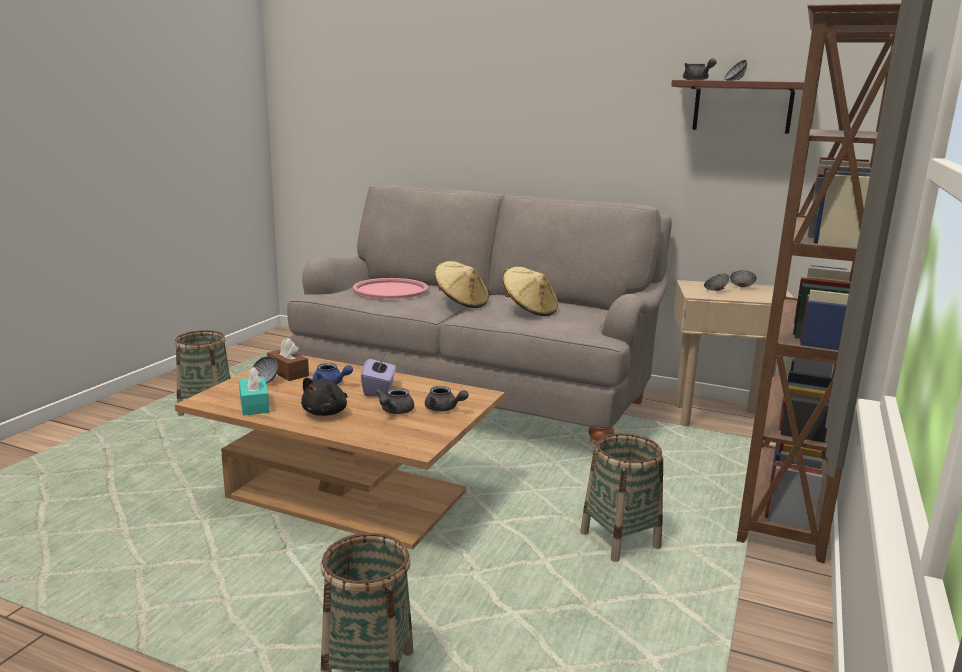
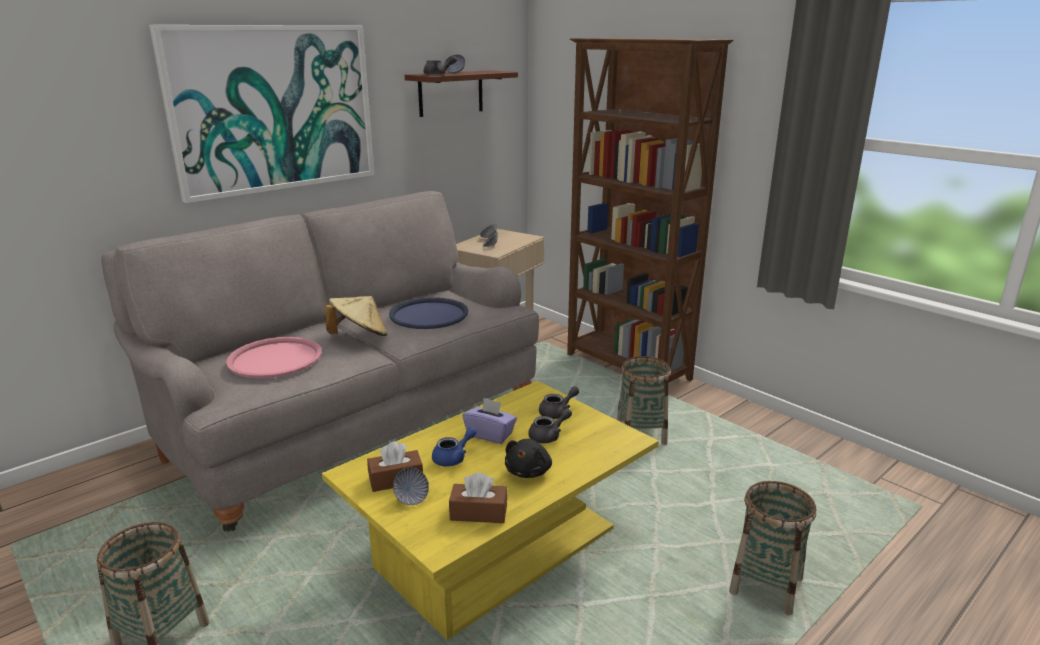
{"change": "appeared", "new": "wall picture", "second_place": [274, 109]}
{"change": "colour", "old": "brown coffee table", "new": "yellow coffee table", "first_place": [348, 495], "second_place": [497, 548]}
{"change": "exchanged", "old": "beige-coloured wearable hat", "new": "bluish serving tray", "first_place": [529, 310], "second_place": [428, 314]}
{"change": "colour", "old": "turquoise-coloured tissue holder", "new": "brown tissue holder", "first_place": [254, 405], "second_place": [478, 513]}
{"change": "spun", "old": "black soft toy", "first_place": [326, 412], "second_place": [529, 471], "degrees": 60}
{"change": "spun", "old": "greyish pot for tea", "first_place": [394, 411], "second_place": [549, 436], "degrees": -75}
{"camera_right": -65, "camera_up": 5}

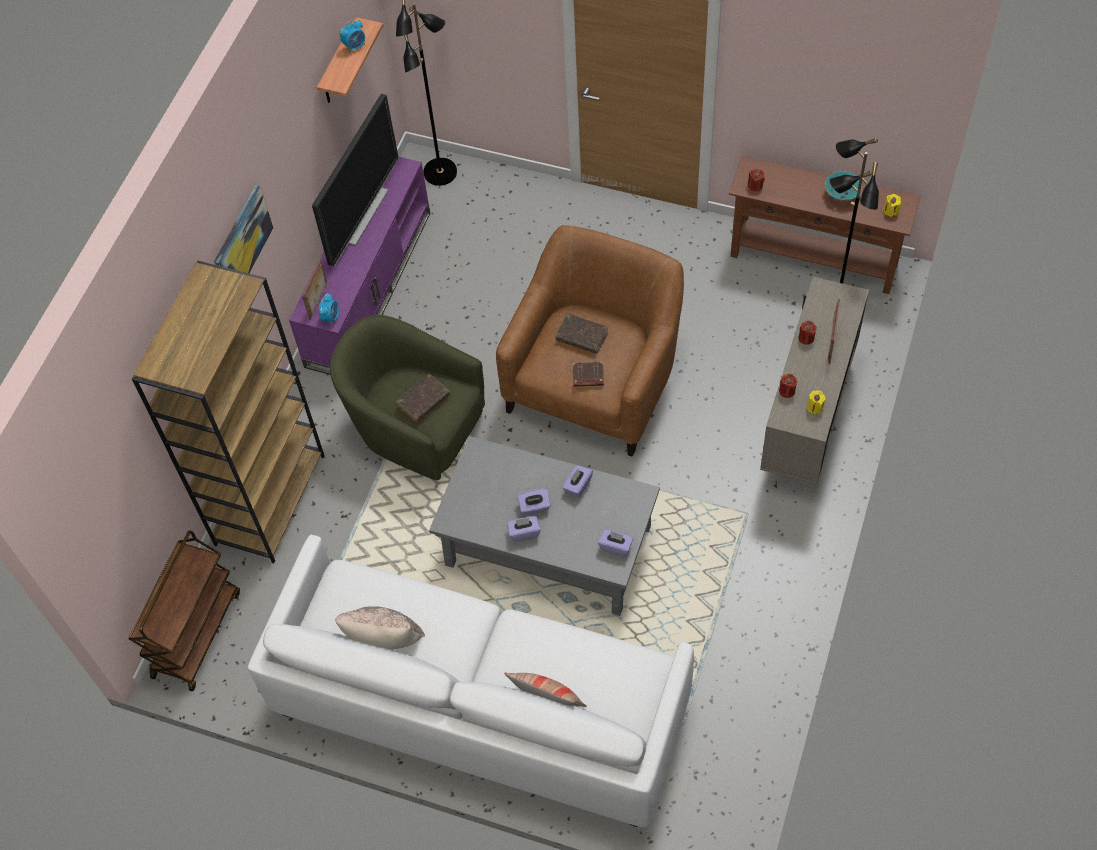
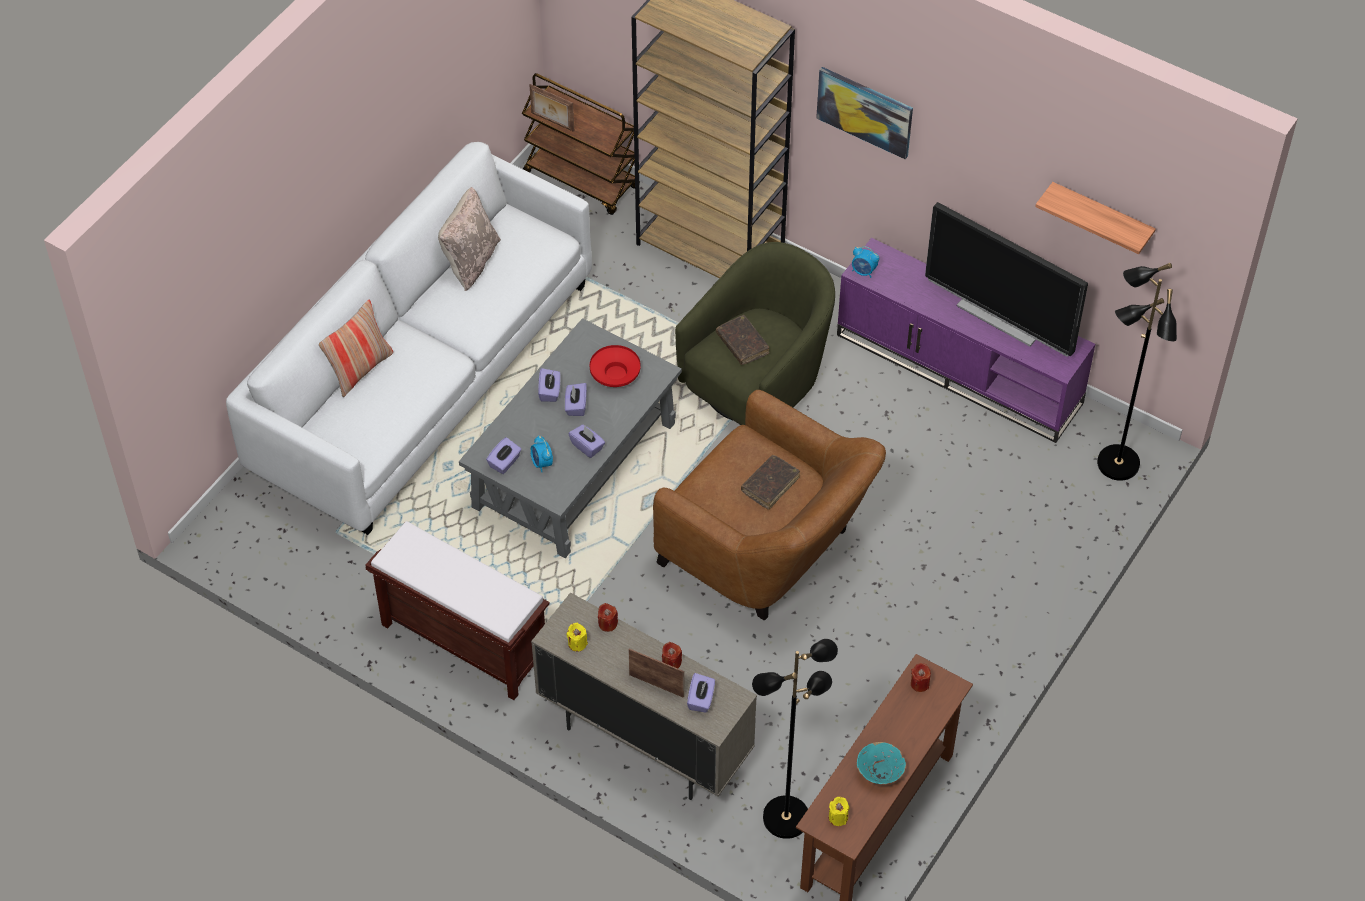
{"change": "appeared", "new": "brown indoor bench", "second_place": [462, 641]}
{"change": "relocated", "old": "standing frame", "first_place": [319, 301], "second_place": [552, 122]}
{"change": "relocated", "old": "table clock", "first_place": [355, 46], "second_place": [542, 463]}
{"change": "appeared", "new": "reddish serving bowl", "second_place": [615, 374]}
{"change": "appeared", "new": "purple-coloured tissue holder", "second_place": [701, 699]}
{"change": "missing", "old": "brown book", "first_place": [587, 376]}
{"camera_right": 100, "camera_up": -5}

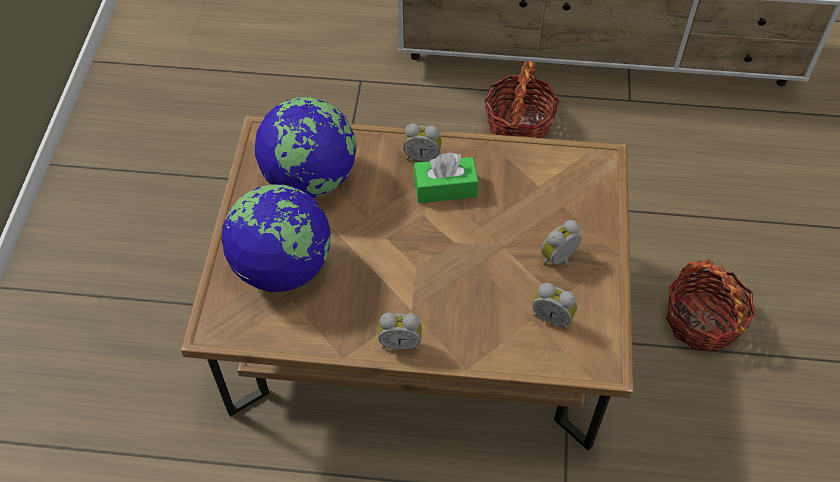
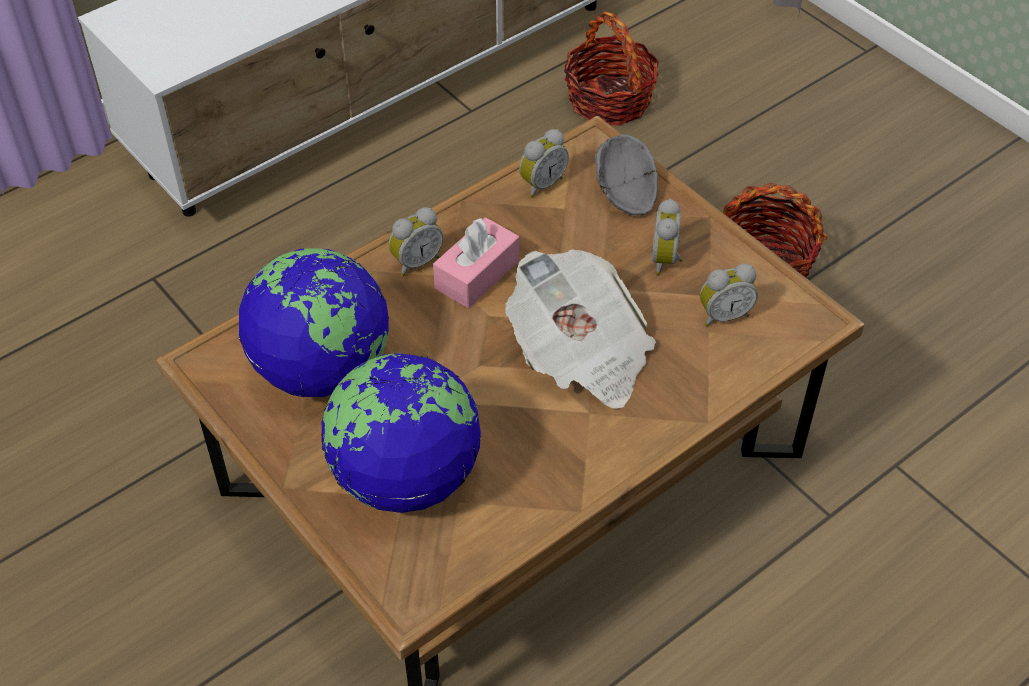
{"change": "colour", "old": "green-coloured tissue holder", "new": "pink tissue holder", "first_place": [445, 188], "second_place": [477, 274]}
{"change": "appeared", "new": "daily paper", "second_place": [581, 354]}
{"change": "relocated", "old": "table clock", "first_place": [400, 342], "second_place": [541, 184]}
{"change": "relocated", "old": "basket", "first_place": [519, 124], "second_place": [609, 100]}
{"change": "appeared", "new": "greyish serving bowl", "second_place": [625, 193]}
{"camera_right": -45, "camera_up": -5}

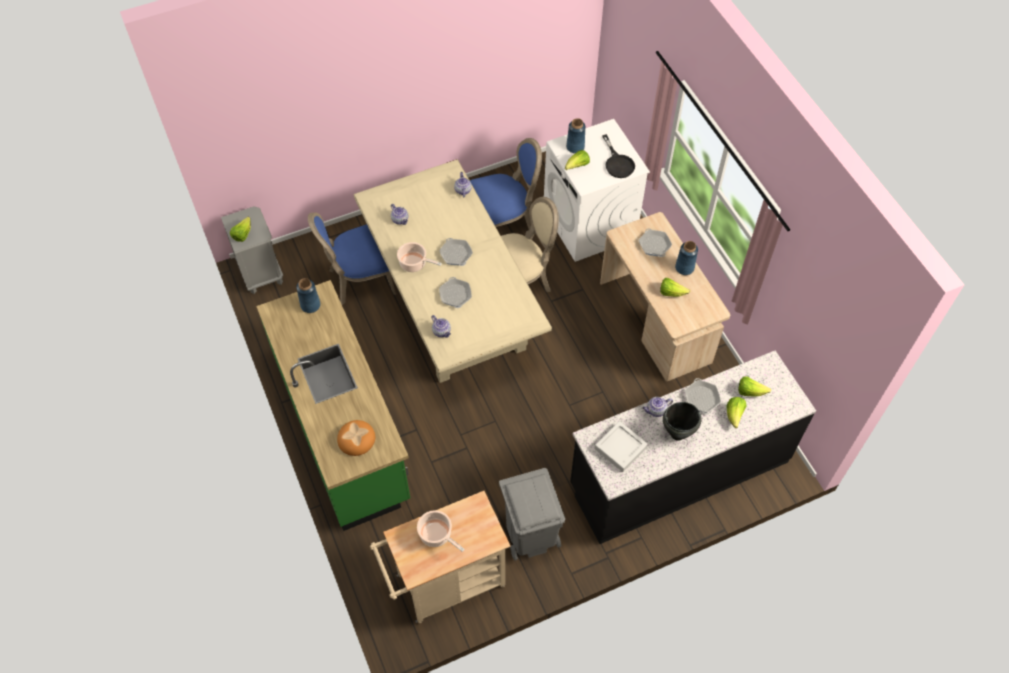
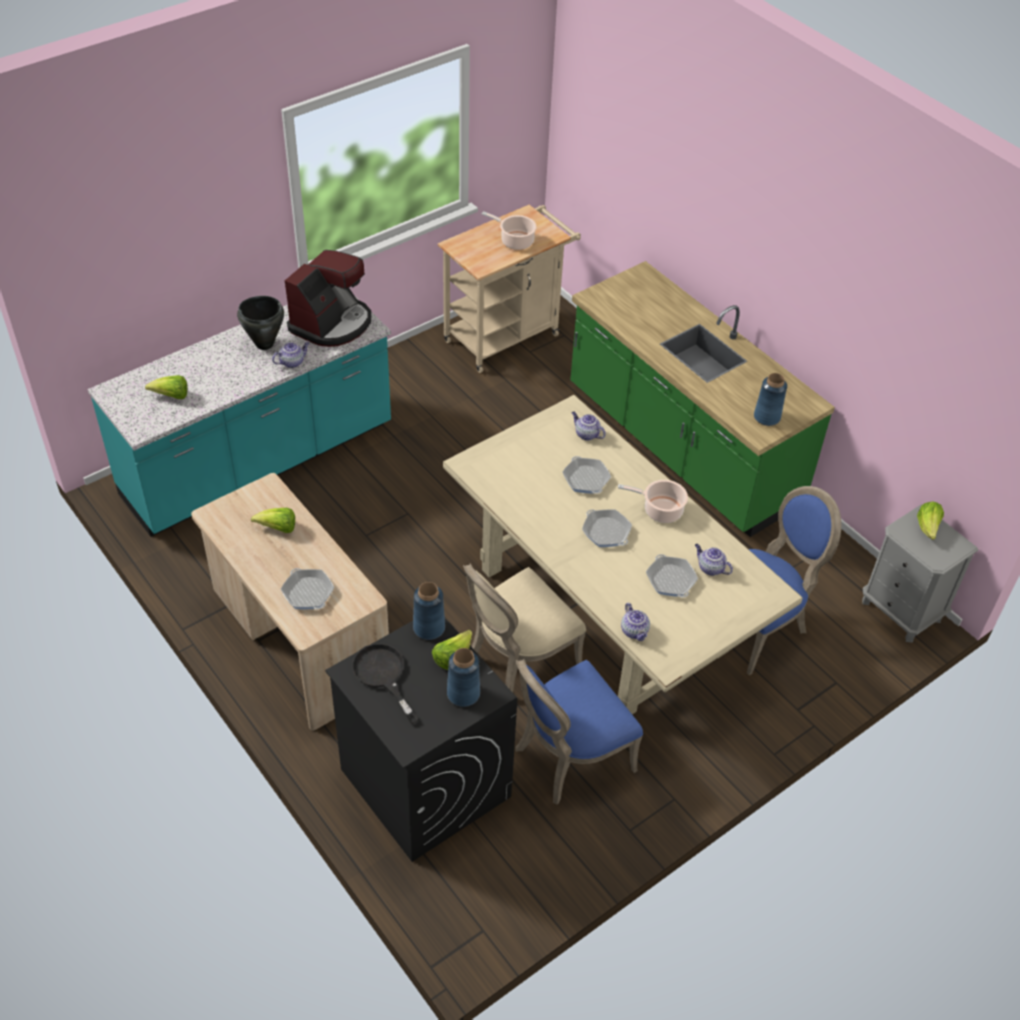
{"change": "colour", "old": "black kitchen counter", "new": "turquoise-coloured kitchen counter", "first_place": [678, 473], "second_place": [259, 463]}
{"change": "exchanged", "old": "greyish serving tray", "new": "coffee machine", "first_place": [620, 448], "second_place": [332, 323]}
{"change": "colour", "old": "whitish laundry machine", "new": "black laundry machine", "first_place": [589, 224], "second_place": [424, 782]}
{"change": "relocated", "old": "bluish flower vase", "first_place": [684, 268], "second_place": [429, 627]}
{"change": "relocated", "old": "frying pan", "first_place": [701, 398], "second_place": [671, 580]}
{"change": "missing", "old": "bakery bread", "first_place": [356, 438]}
{"change": "missing", "old": "greyish trash can", "first_place": [530, 535]}
{"change": "missing", "old": "lettuce head", "first_place": [734, 415]}
{"camera_right": 165, "camera_up": -10}

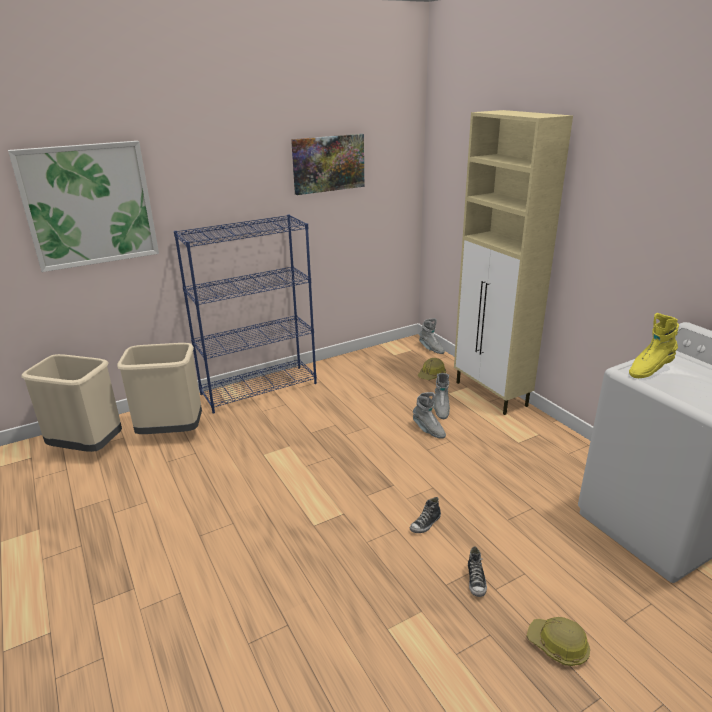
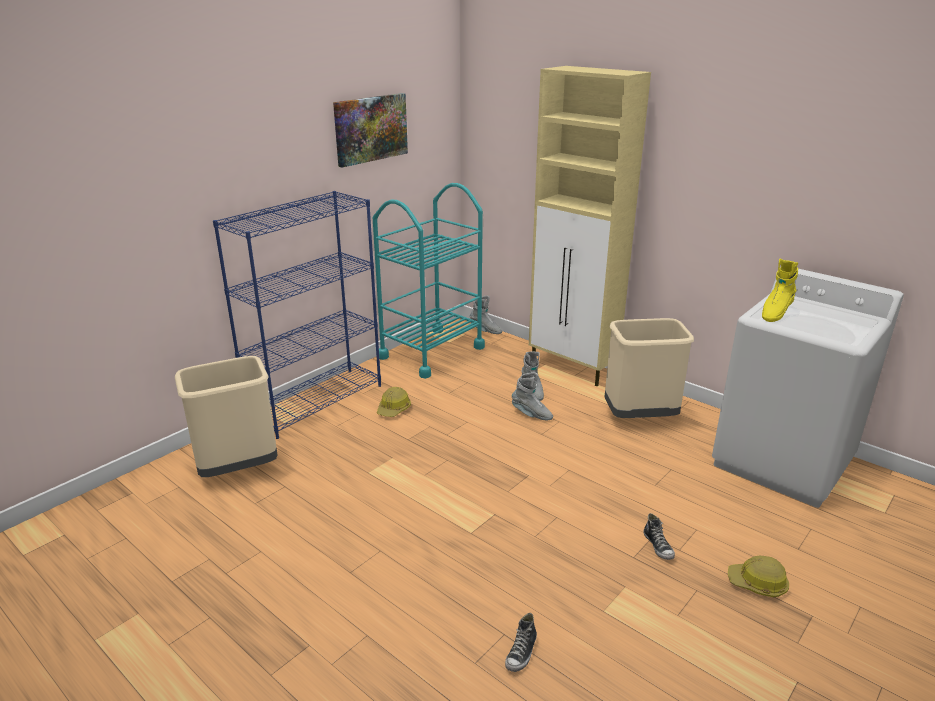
{"change": "appeared", "new": "turquoise-coloured trolley", "second_place": [431, 352]}
{"change": "relocated", "old": "hard hat", "first_place": [432, 375], "second_place": [394, 409]}
{"change": "relocated", "old": "item of footwear", "first_place": [425, 524], "second_place": [521, 653]}
{"change": "relocated", "old": "beige-coloured trash can", "first_place": [88, 447], "second_place": [640, 417]}
{"change": "missing", "old": "wall picture", "first_place": [89, 205]}
{"camera_right": -20, "camera_up": 0}

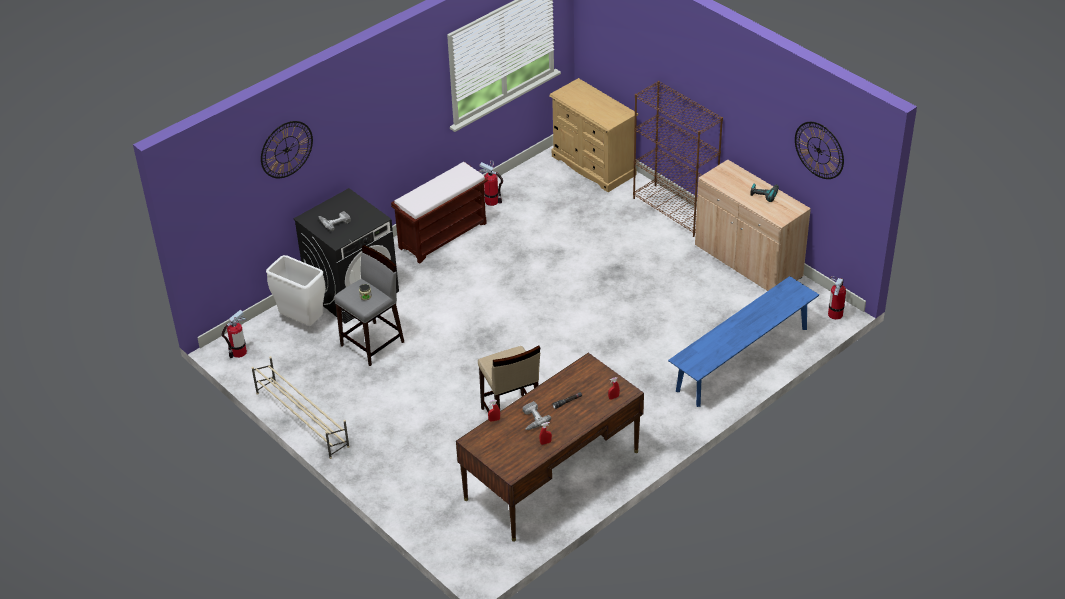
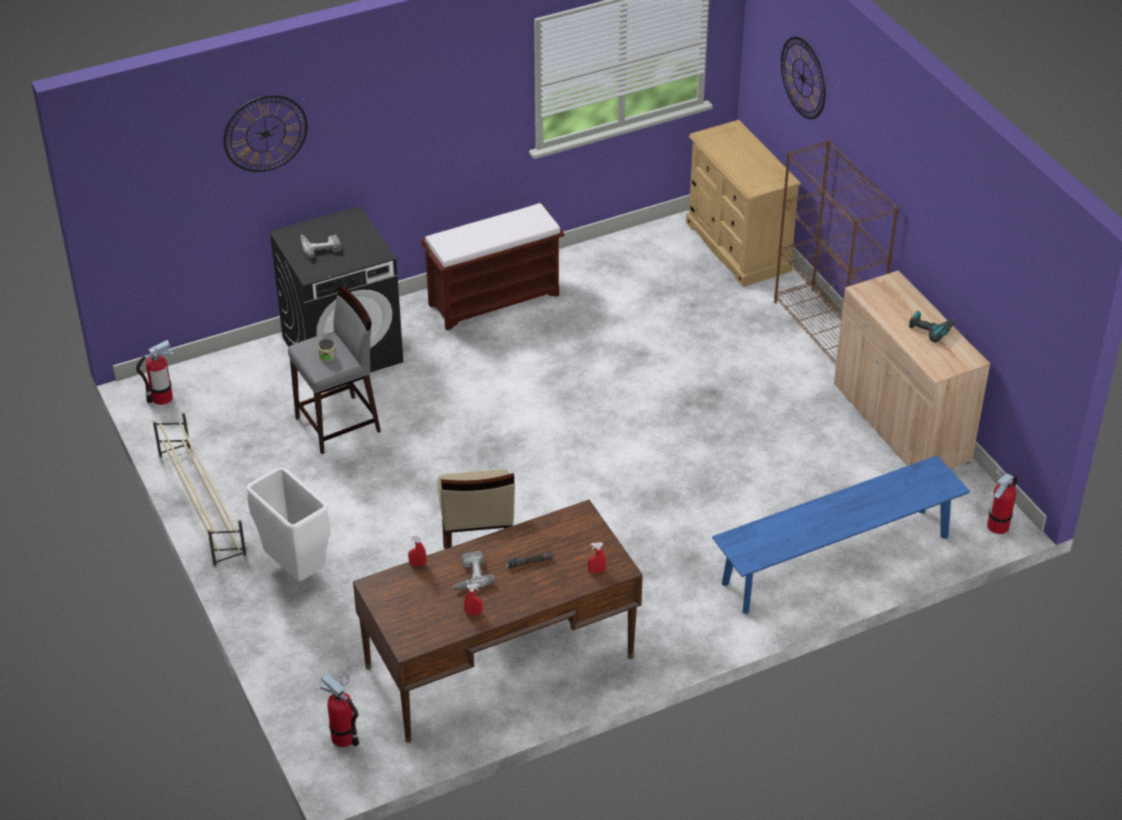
{"change": "relocated", "old": "whitish trash can", "first_place": [302, 322], "second_place": [295, 570]}
{"change": "relocated", "old": "extinguisher", "first_place": [492, 201], "second_place": [344, 737]}
{"change": "relocated", "old": "hanging clock", "first_place": [819, 150], "second_place": [803, 78]}
{"camera_right": 15, "camera_up": 0}

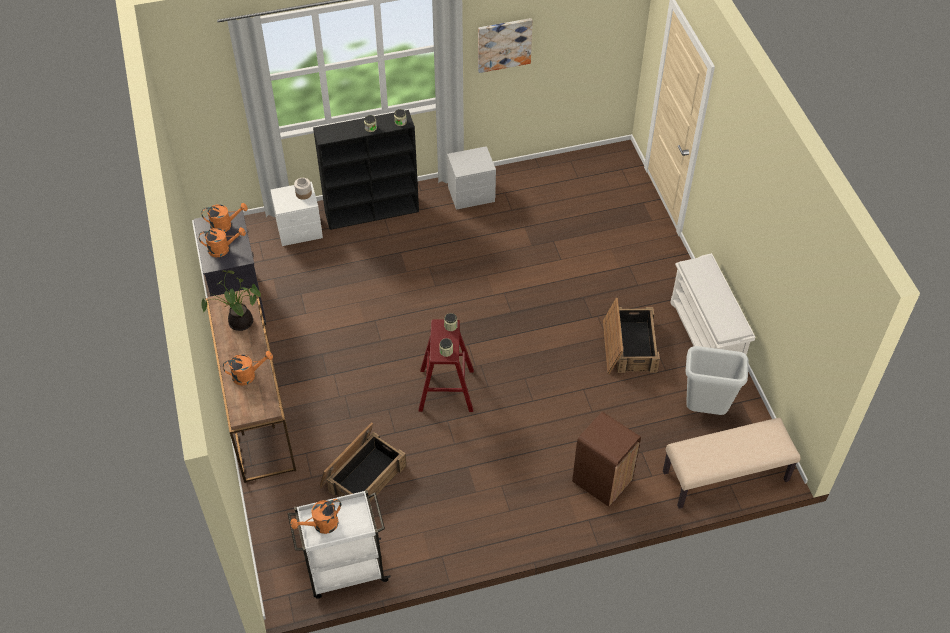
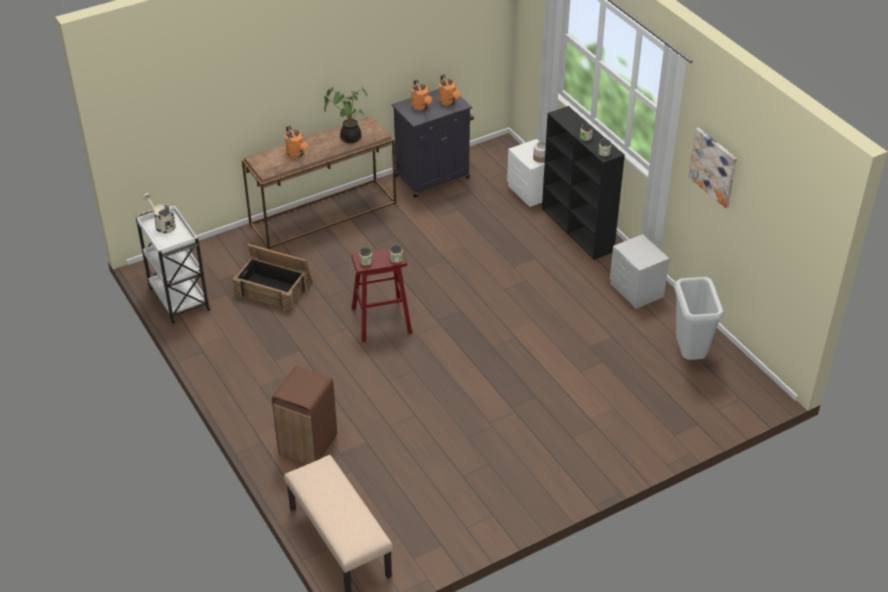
{"change": "colour", "old": "orange-coloured watering can", "new": "beige-coloured watering can", "first_place": [321, 525], "second_place": [162, 224]}
{"change": "relocated", "old": "greyish trash can", "first_place": [705, 410], "second_place": [690, 355]}
{"change": "missing", "old": "shipping crate", "first_place": [628, 346]}
{"change": "missing", "old": "whitish shoe rack", "first_place": [706, 337]}
{"camera_right": 75, "camera_up": -10}

